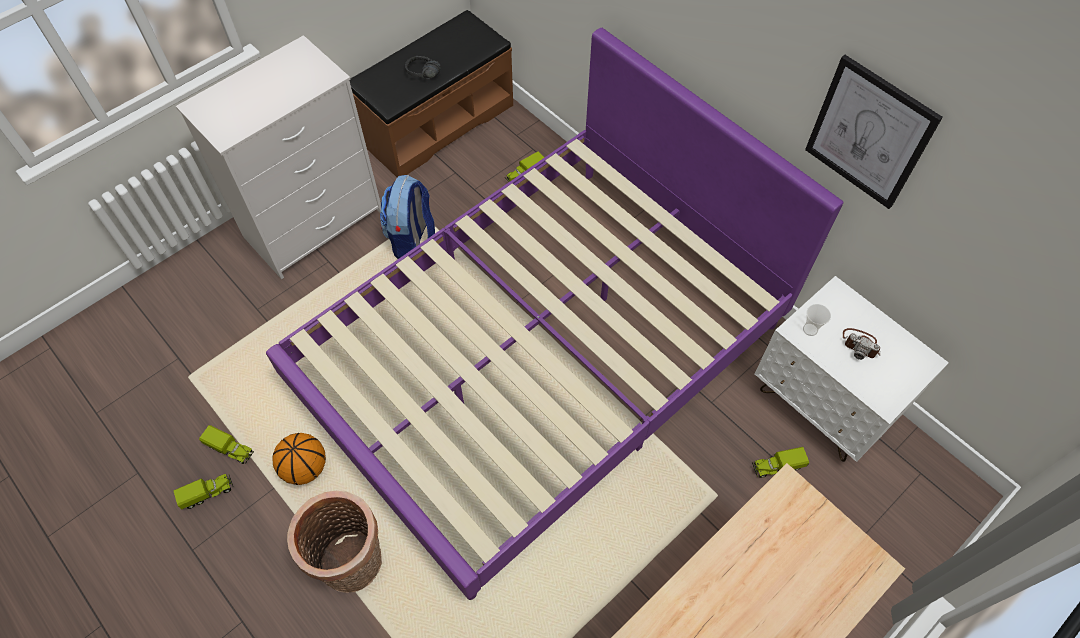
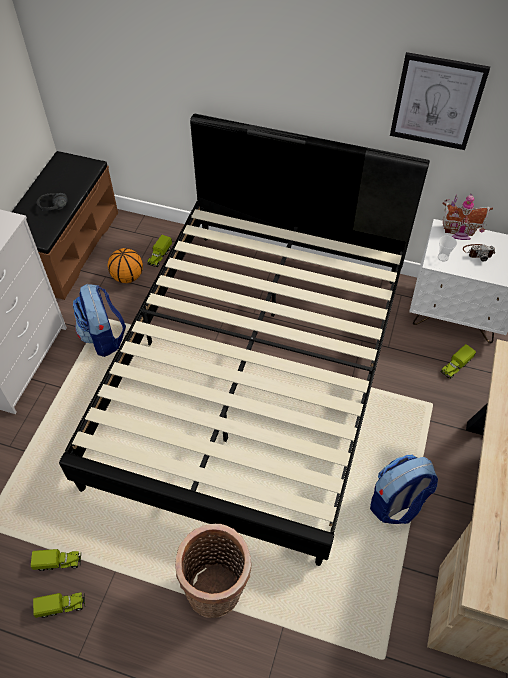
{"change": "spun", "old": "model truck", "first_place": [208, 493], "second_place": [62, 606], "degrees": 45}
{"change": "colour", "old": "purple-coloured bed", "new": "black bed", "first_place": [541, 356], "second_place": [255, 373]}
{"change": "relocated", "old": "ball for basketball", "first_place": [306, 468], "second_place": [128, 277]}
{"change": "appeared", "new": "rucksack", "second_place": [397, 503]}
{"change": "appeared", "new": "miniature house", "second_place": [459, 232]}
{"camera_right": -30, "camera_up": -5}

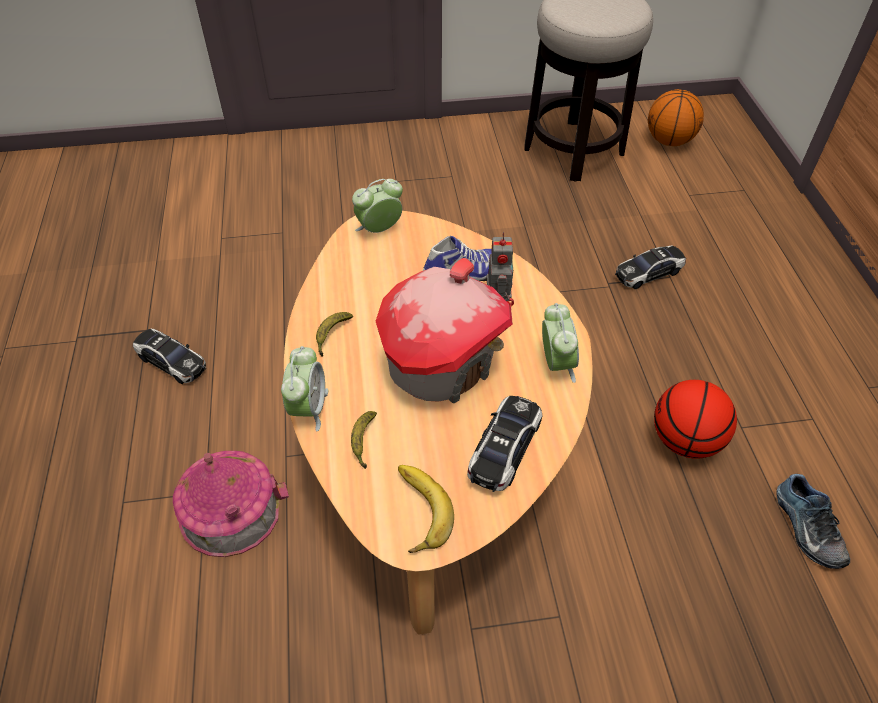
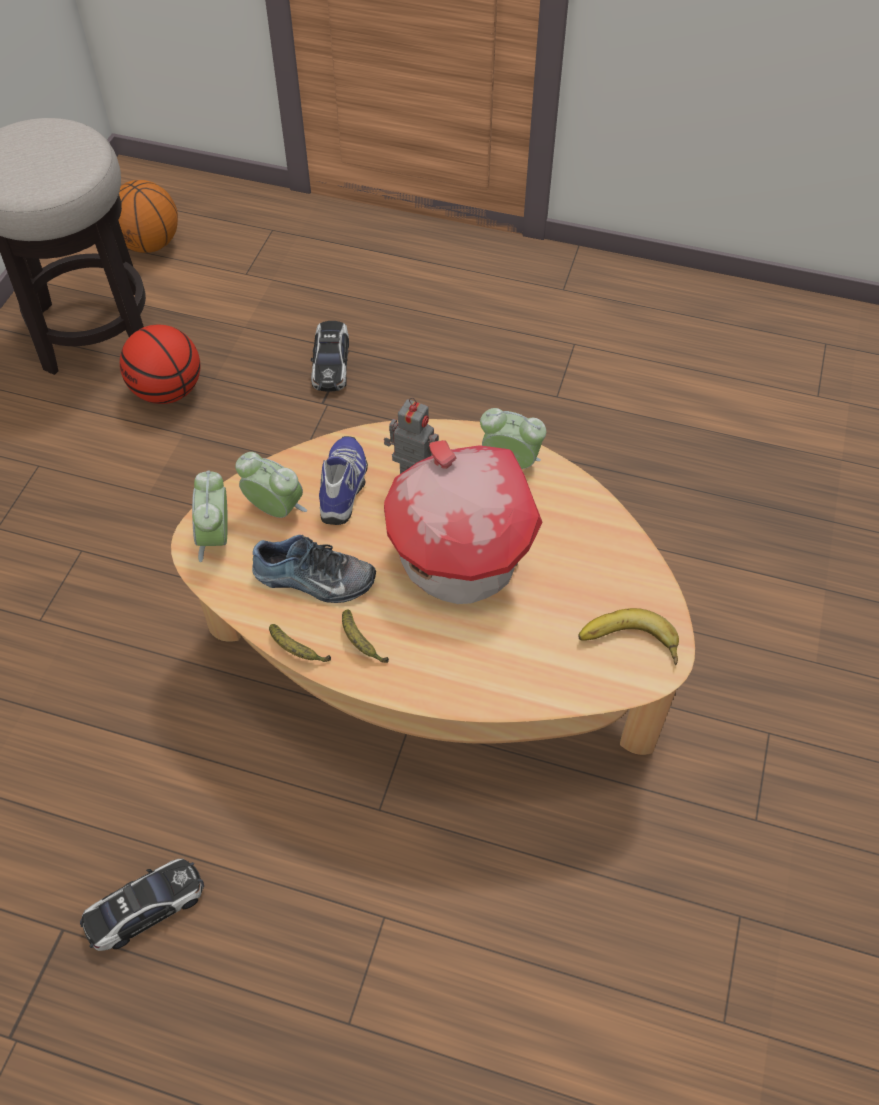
{"change": "relocated", "old": "ball for basketball", "first_place": [685, 440], "second_place": [168, 391]}
{"change": "relocated", "old": "table clock", "first_place": [308, 408], "second_place": [275, 510]}
{"change": "relocated", "old": "item of footwear", "first_place": [806, 528], "second_place": [314, 580]}
{"change": "relocated", "old": "whole banana", "first_place": [363, 441], "second_place": [297, 650]}
{"change": "missing", "old": "miniature house", "first_place": [230, 509]}
{"change": "missing", "old": "miniature car", "first_place": [504, 449]}
{"camera_right": -65, "camera_up": 5}

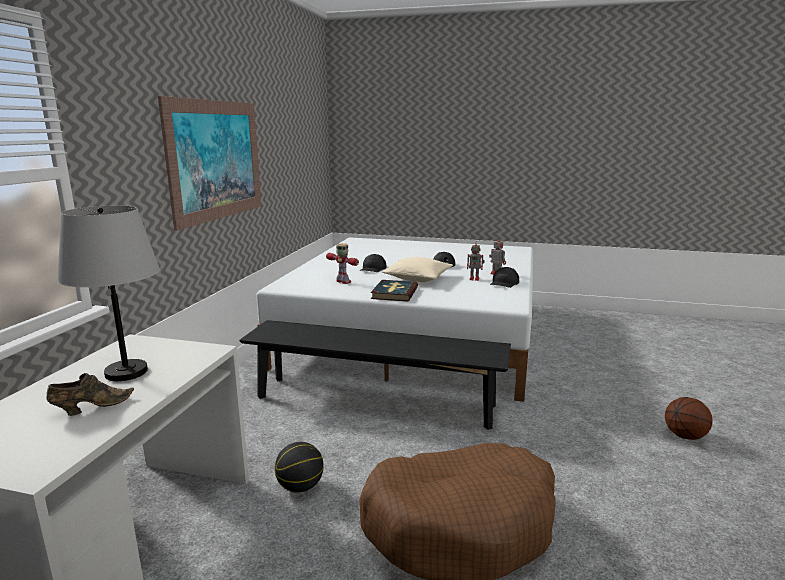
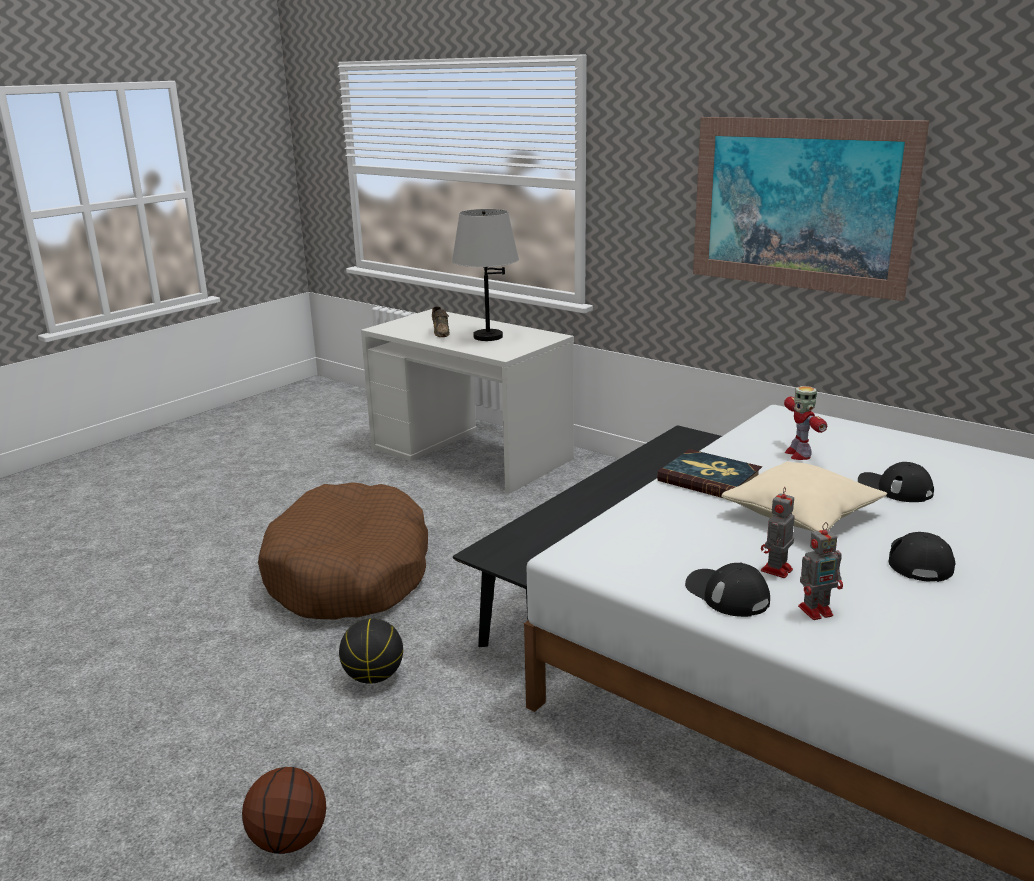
{"change": "relocated", "old": "ball for basketball", "first_place": [300, 486], "second_place": [374, 676]}
{"change": "spun", "old": "robot figure", "first_place": [343, 282], "second_place": [798, 454], "degrees": 105}
{"camera_right": 115, "camera_up": 5}

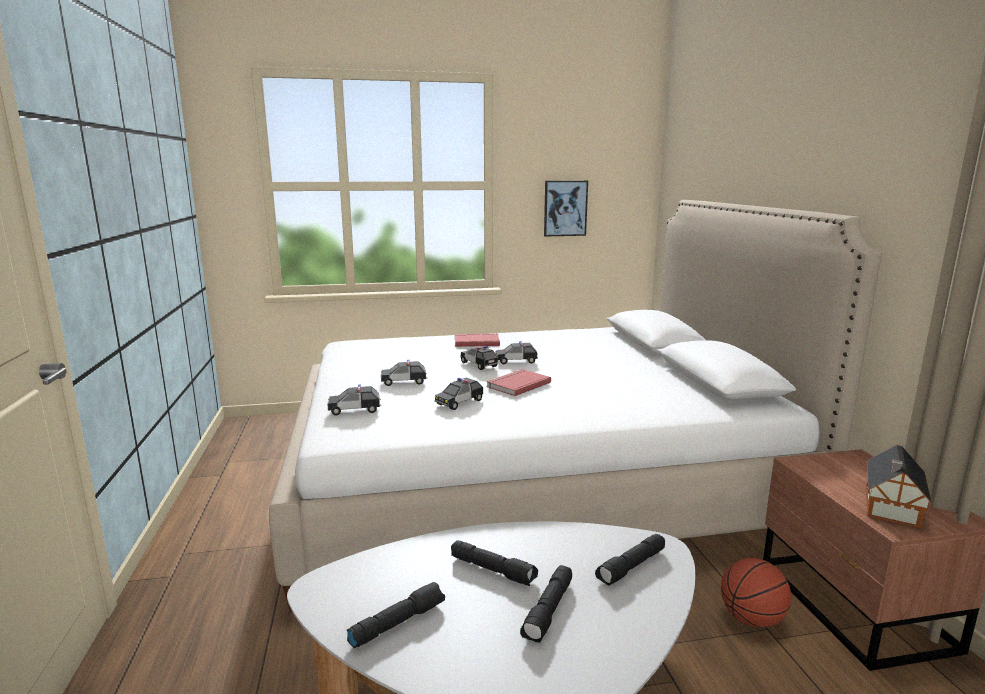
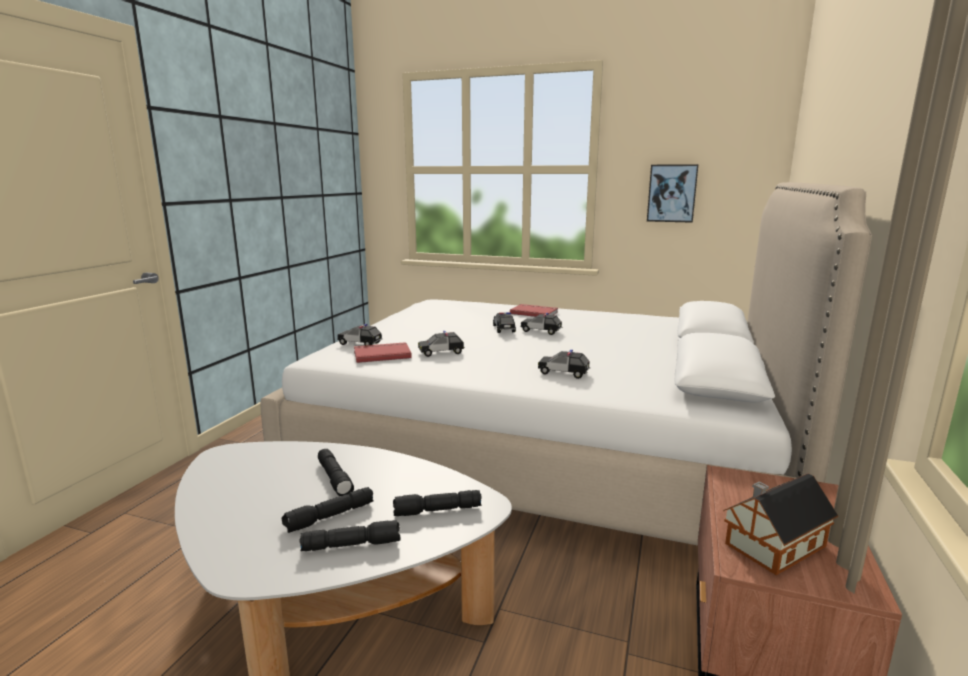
{"change": "relocated", "old": "black hand torch", "first_place": [397, 622], "second_place": [352, 544]}
{"change": "relocated", "old": "reddish book", "first_place": [517, 384], "second_place": [381, 354]}
{"change": "relocated", "old": "miniature car", "first_place": [404, 381], "second_place": [563, 373]}
{"change": "missing", "old": "ball for basketball", "first_place": [751, 619]}
{"camera_right": 30, "camera_up": 0}

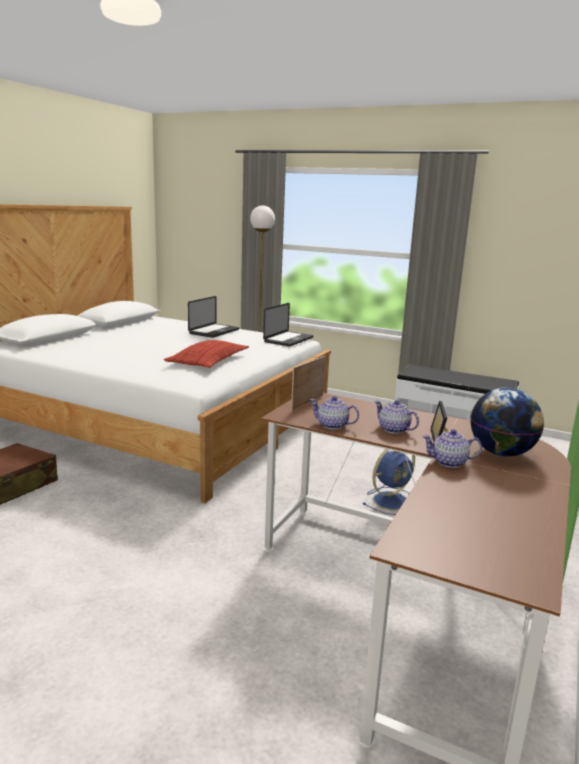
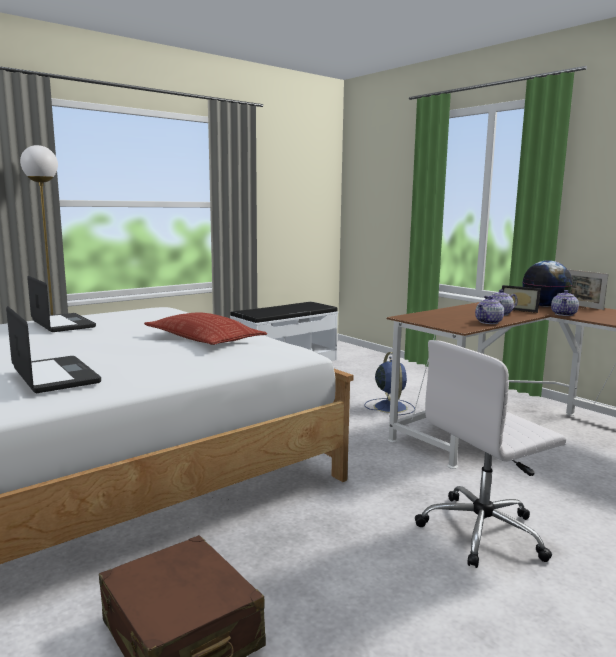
{"change": "relocated", "old": "laptop", "first_place": [288, 340], "second_place": [55, 376]}
{"change": "appeared", "new": "whitish computer chair", "second_place": [483, 531]}
{"change": "relocated", "old": "standing frame", "first_place": [307, 402], "second_place": [580, 306]}
{"camera_right": -65, "camera_up": -5}

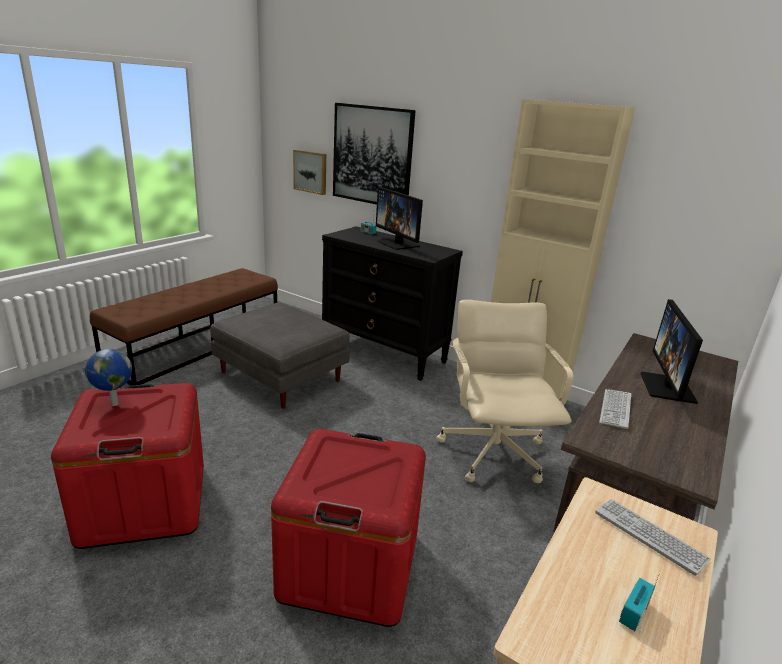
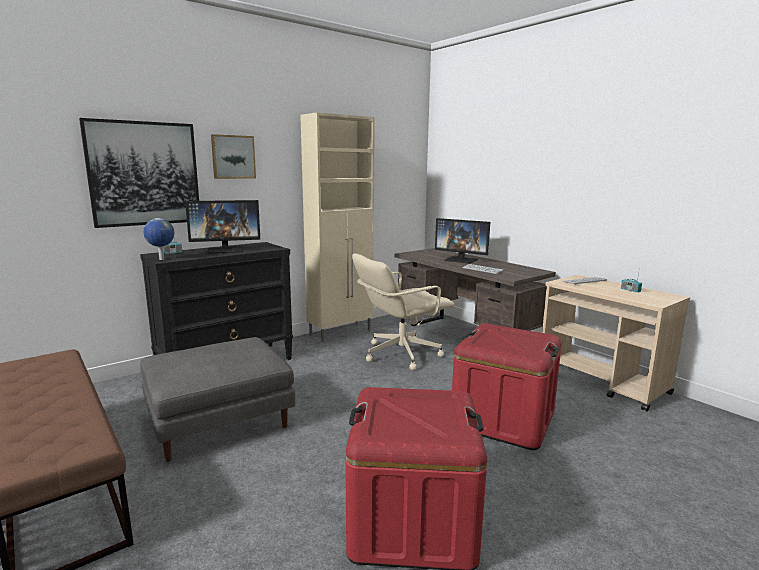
{"change": "relocated", "old": "world globe", "first_place": [113, 404], "second_place": [161, 259]}
{"change": "relocated", "old": "wall picture", "first_place": [311, 171], "second_place": [233, 157]}
{"change": "spun", "old": "beige-coloured computer chair", "first_place": [493, 451], "second_place": [400, 354], "degrees": -45}
{"camera_right": -70, "camera_up": -10}

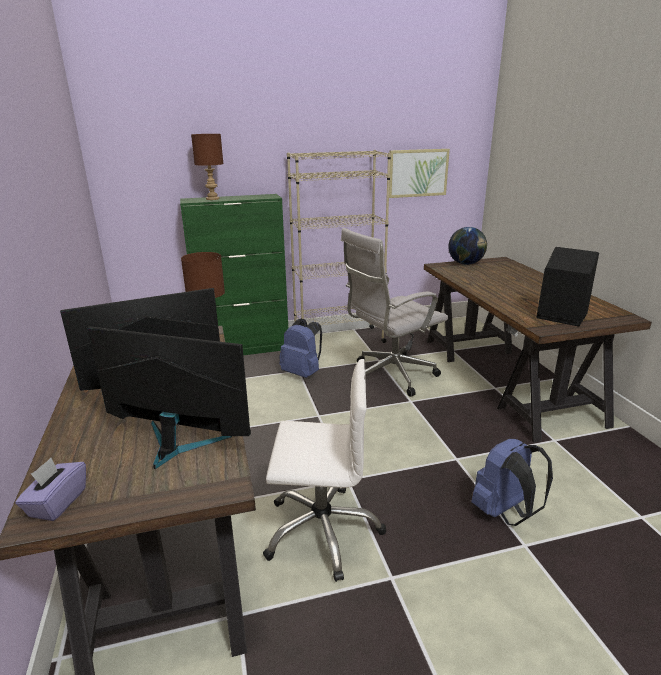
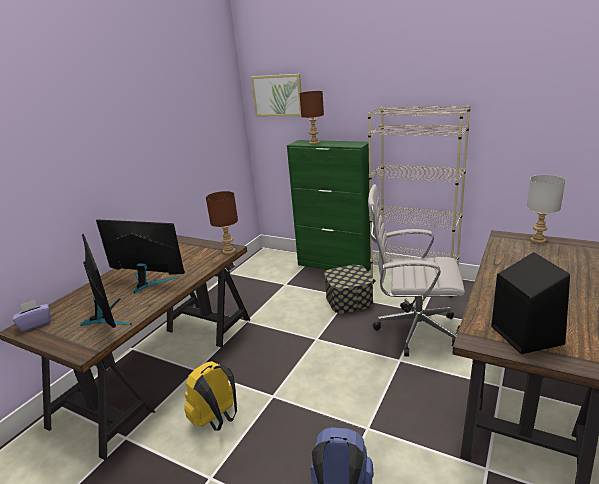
{"change": "exchanged", "old": "whitish computer chair", "new": "yellow rucksack", "first_place": [322, 530], "second_place": [217, 420]}
{"change": "relocated", "old": "wall picture", "first_place": [417, 173], "second_place": [277, 95]}
{"change": "exchanged", "old": "bluish rucksack", "new": "storage box", "first_place": [303, 373], "second_place": [349, 300]}
{"change": "exchanged", "old": "world globe", "new": "greyish tabletop lamp", "first_place": [466, 263], "second_place": [538, 240]}
{"camera_right": 45, "camera_up": 0}

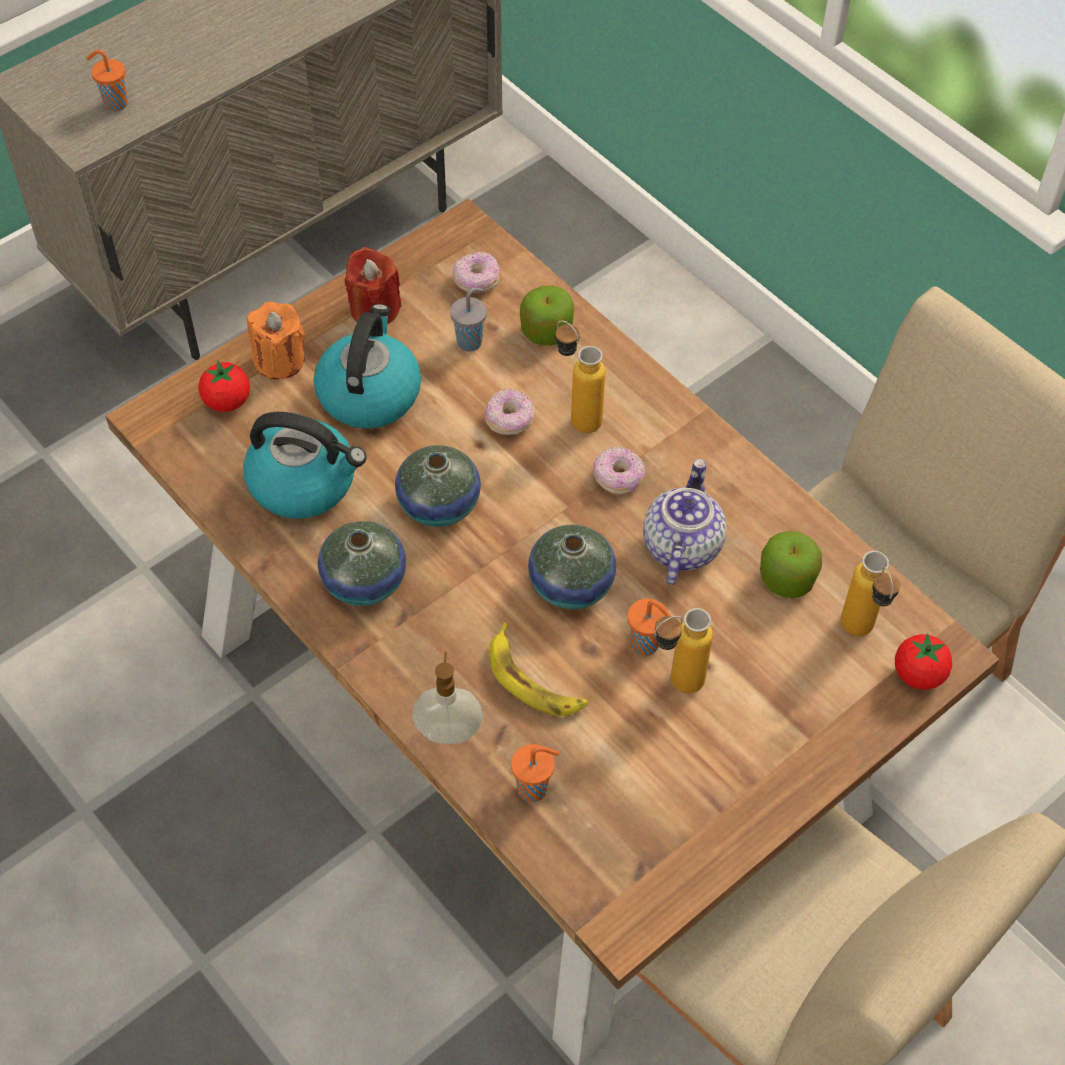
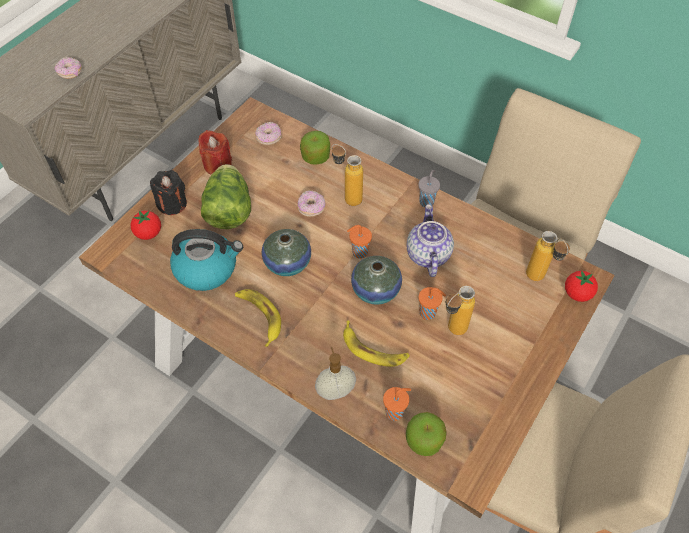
{"change": "relocated", "old": "doughnut", "first_place": [618, 478], "second_place": [70, 73]}
{"change": "colour", "old": "orange-coloured candle", "new": "black candle", "first_place": [279, 360], "second_place": [172, 204]}
{"change": "exchanged", "old": "kettle", "new": "lettuce head", "first_place": [369, 393], "second_place": [228, 210]}
{"change": "exchanged", "old": "flower vase", "new": "whole banana", "first_place": [364, 581], "second_place": [259, 316]}
{"change": "relocated", "old": "orange-coloured small cup", "first_place": [114, 104], "second_place": [358, 252]}
{"change": "relocated", "old": "apple fruit", "first_place": [787, 579], "second_place": [424, 440]}
{"change": "relocated", "old": "greyish small cup", "first_place": [470, 341], "second_place": [427, 201]}
{"camera_right": -15, "camera_up": 0}

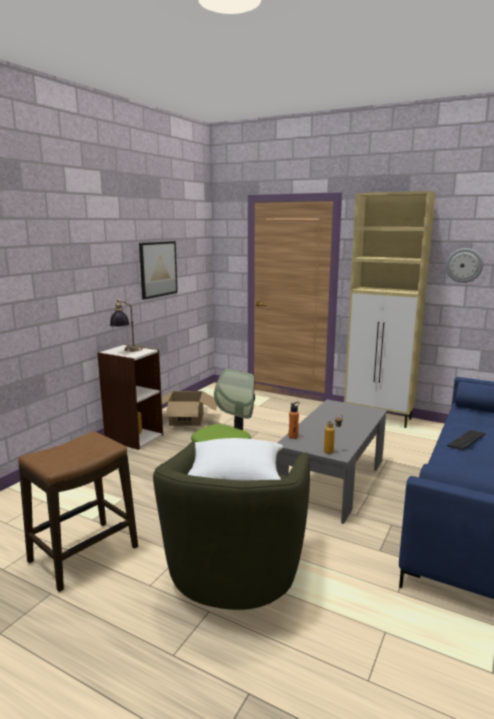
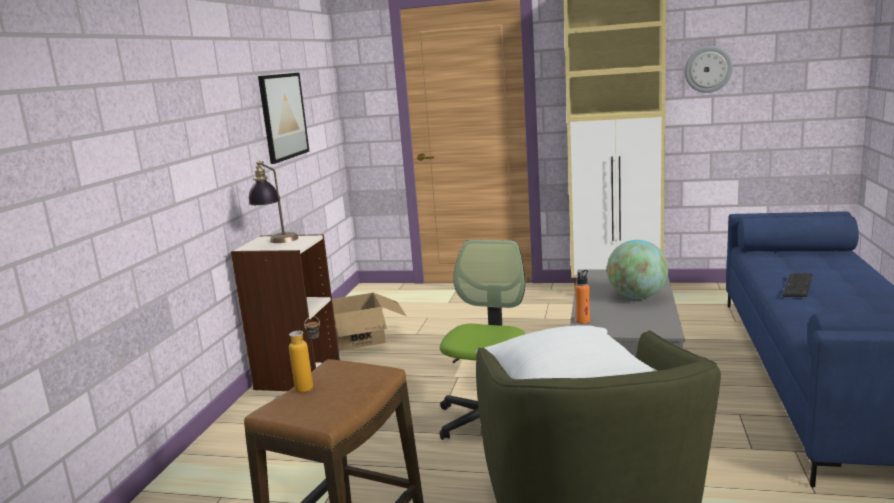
{"change": "relocated", "old": "drink bottle", "first_place": [332, 451], "second_place": [311, 387]}
{"change": "appeared", "new": "world globe", "second_place": [637, 297]}
{"camera_right": -15, "camera_up": 0}

